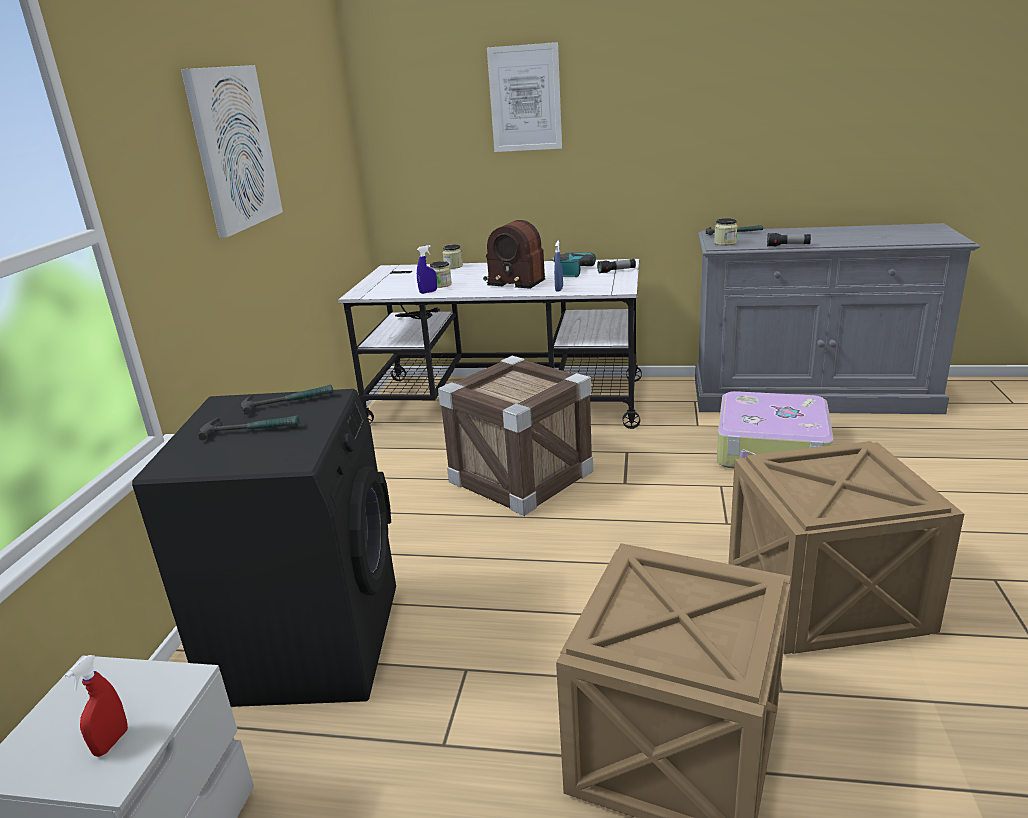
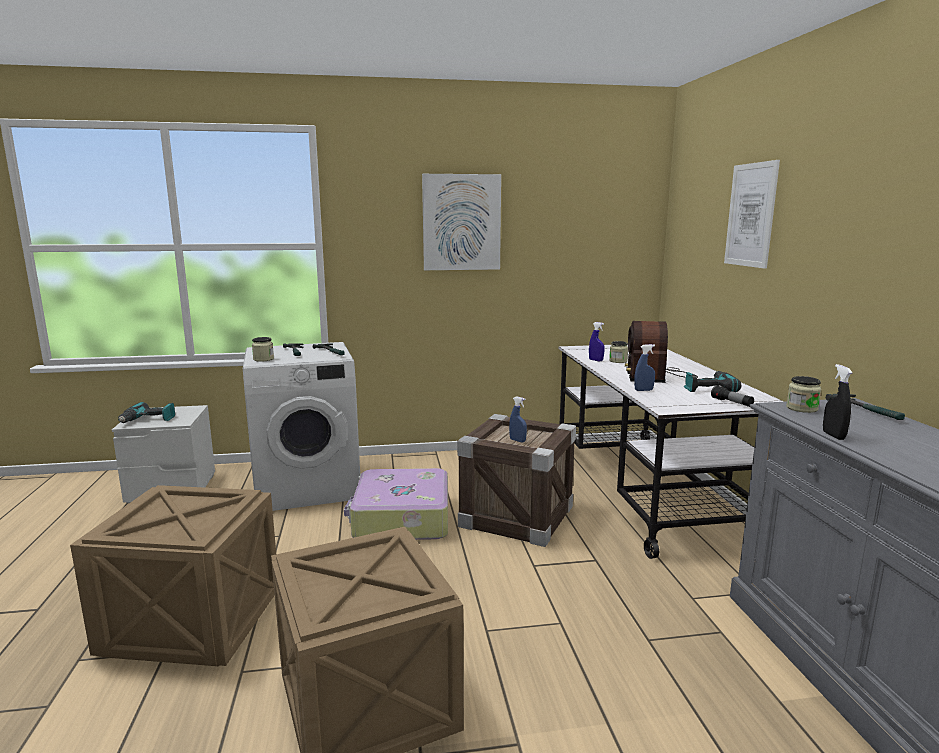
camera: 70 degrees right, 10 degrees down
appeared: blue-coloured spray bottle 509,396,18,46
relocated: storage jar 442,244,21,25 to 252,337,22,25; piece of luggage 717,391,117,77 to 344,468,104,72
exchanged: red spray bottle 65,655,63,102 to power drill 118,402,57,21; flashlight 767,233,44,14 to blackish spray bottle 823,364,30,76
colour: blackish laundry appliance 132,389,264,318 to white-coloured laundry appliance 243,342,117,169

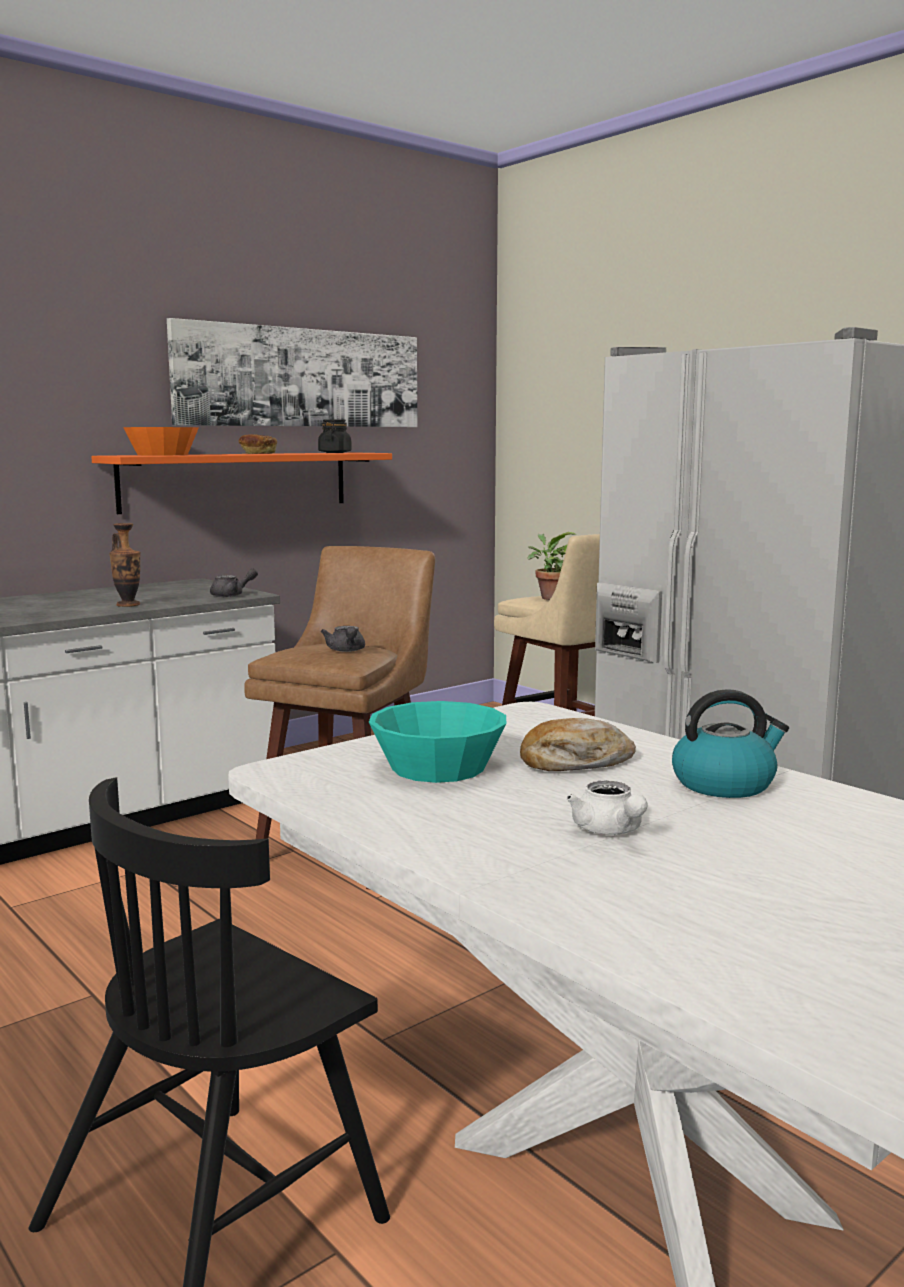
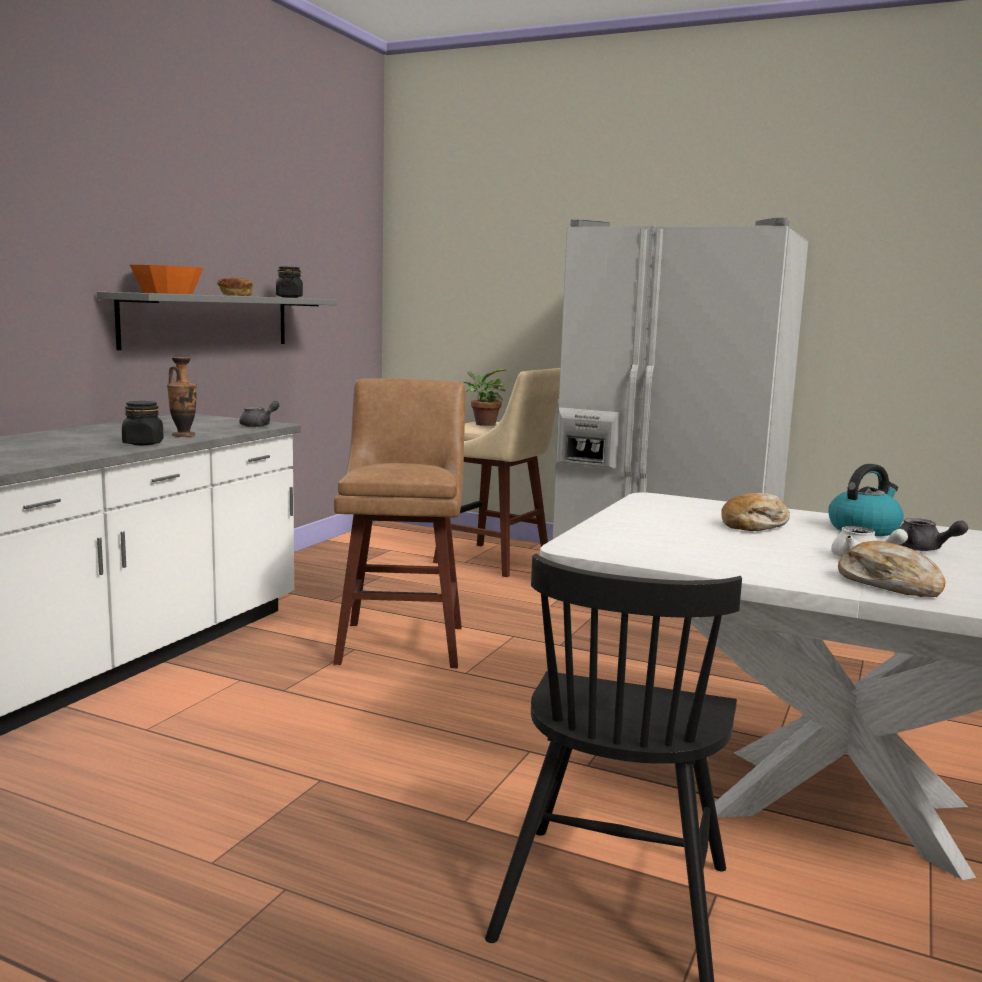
camera: 25 degrees left, 0 degrees up
missing: wall art 167,318,250,109; turquoise deep dish 369,701,138,82
appeared: blackish storage jar 122,401,42,44; bread 838,541,108,56
relocated: gray tea pot 321,626,44,26 to 898,518,70,33
colour: orange wall shelf 91,453,301,61 to gray wall shelf 97,292,241,58

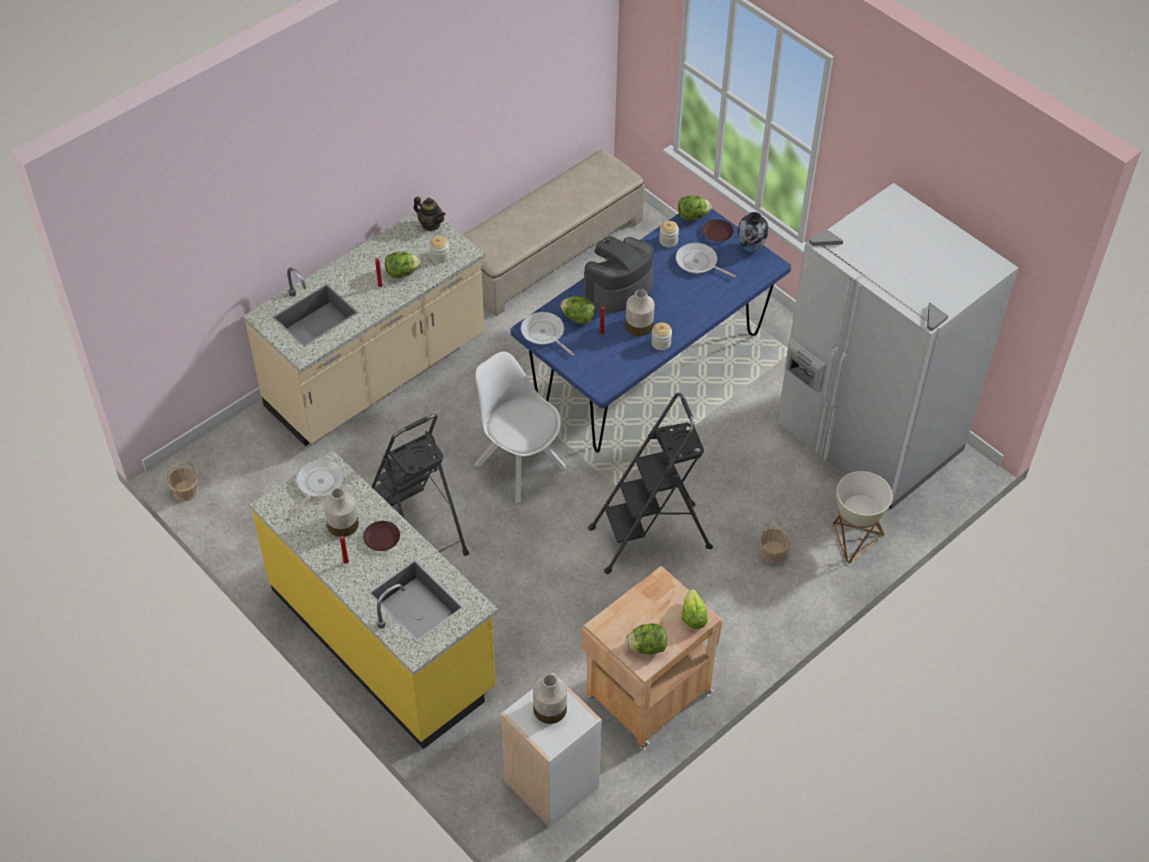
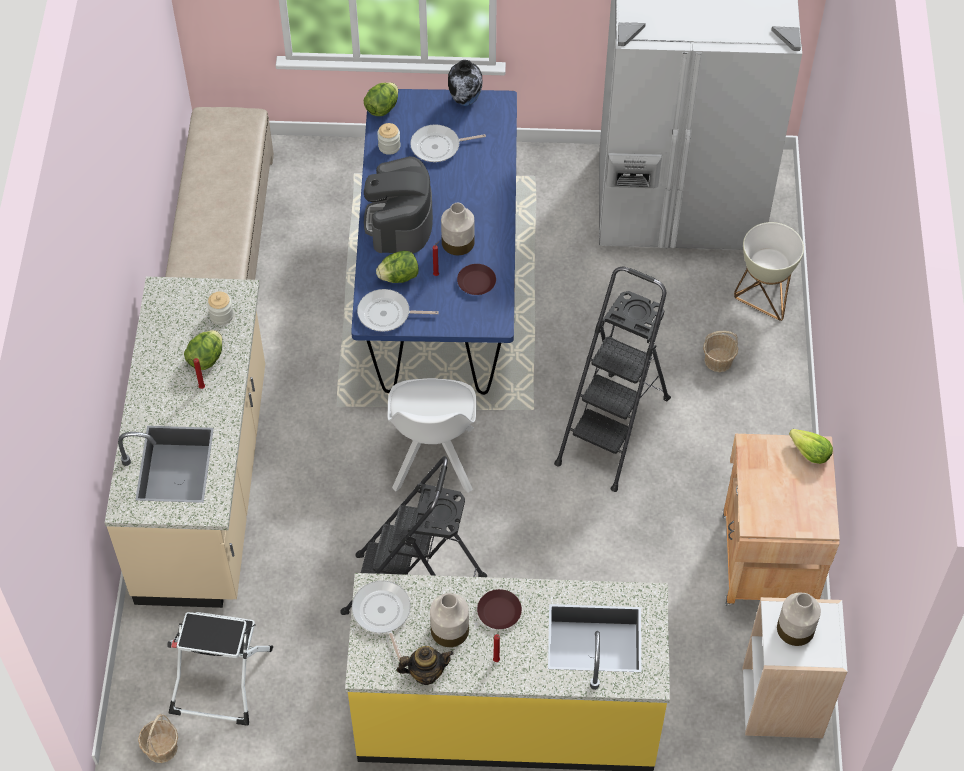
camera: 45 degrees left, 5 degrees up
missing: head of lettuce 625,624,42,31; storage jar 651,322,21,28
appeared: step ladder 167,612,106,114
relocated: tea pot 414,196,32,35 to 397,646,57,39; brown dinner plate 702,219,32,23 to 457,264,39,31
spun: white-coloured chair 475,352,91,150 = 387,378,90,115 90 degrees counterclockwise

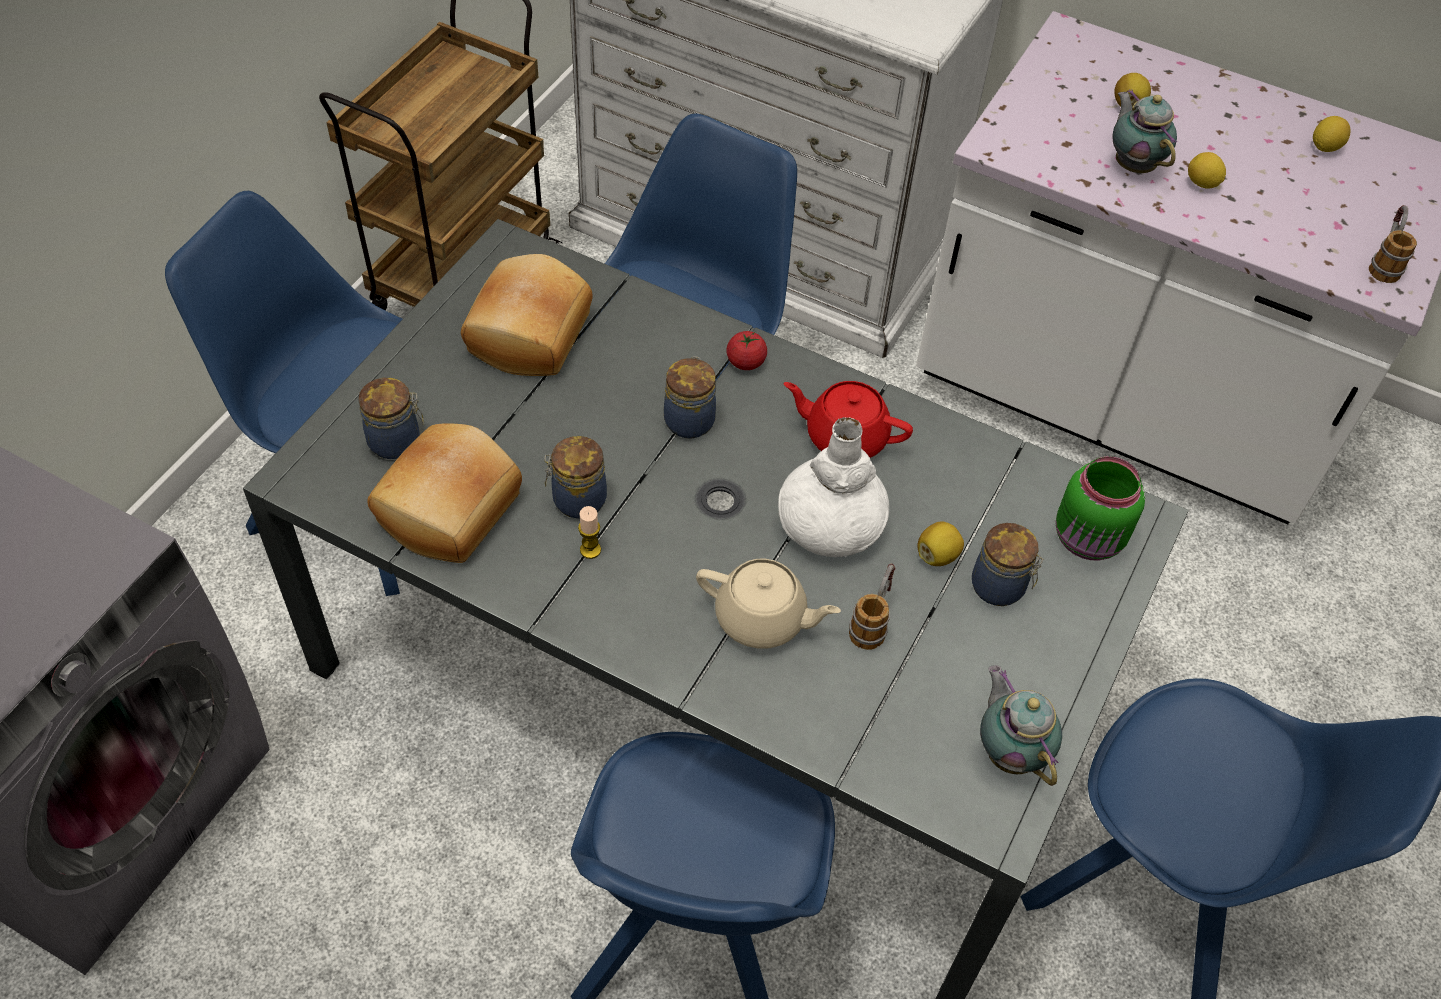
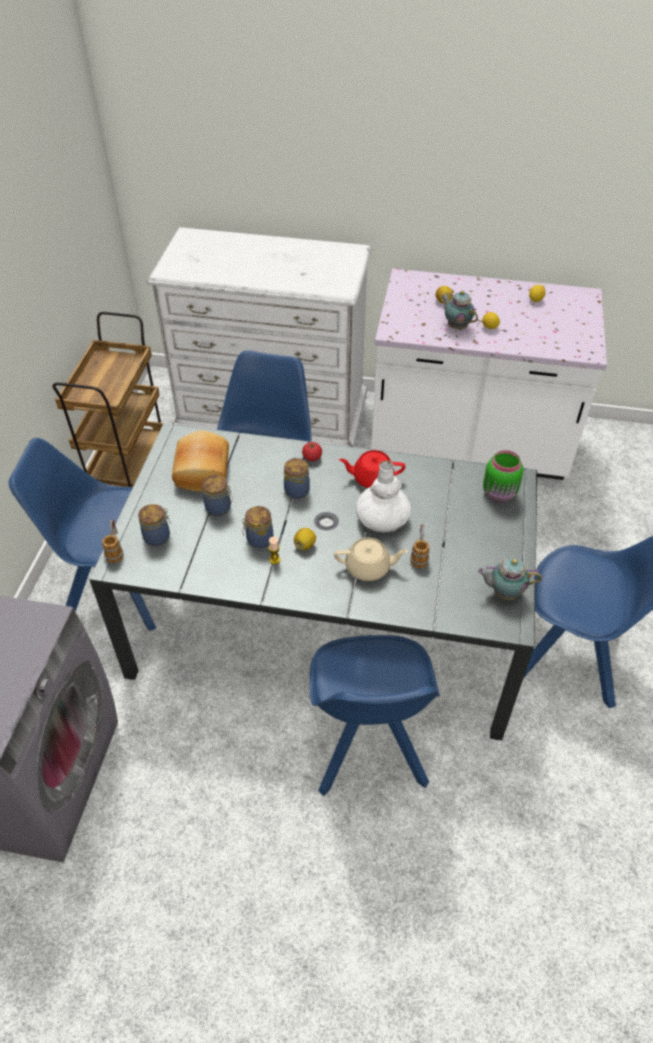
camera: 15 degrees left, 5 degrees down
missing: bread 368,423,154,140
relocated: whole lemon 917,521,47,45 to 294,528,22,22; storage jar 972,523,71,83 to 202,475,31,41; mug 1369,205,48,78 to 102,519,22,44
spun: tea pot 980,665,82,121 = 477,557,65,43 45 degrees counterclockwise

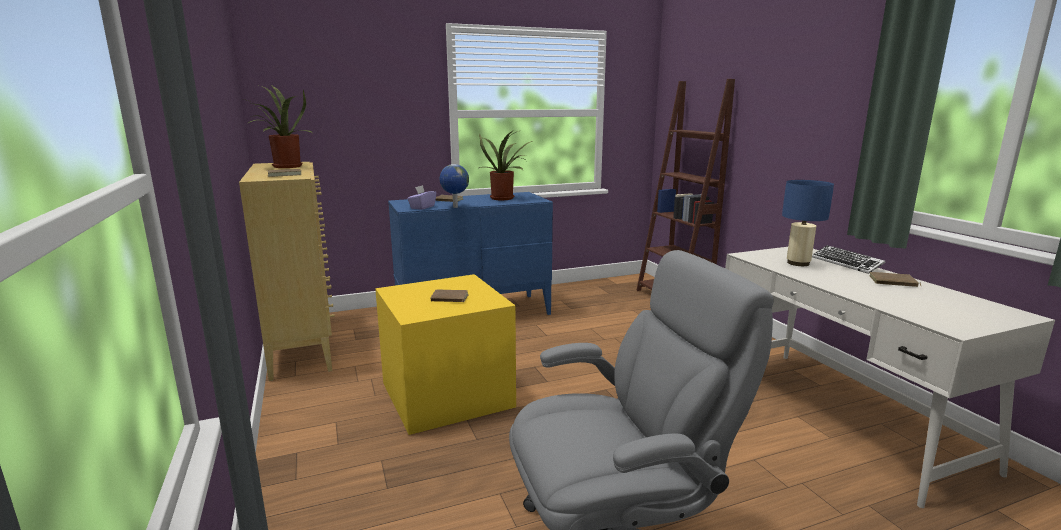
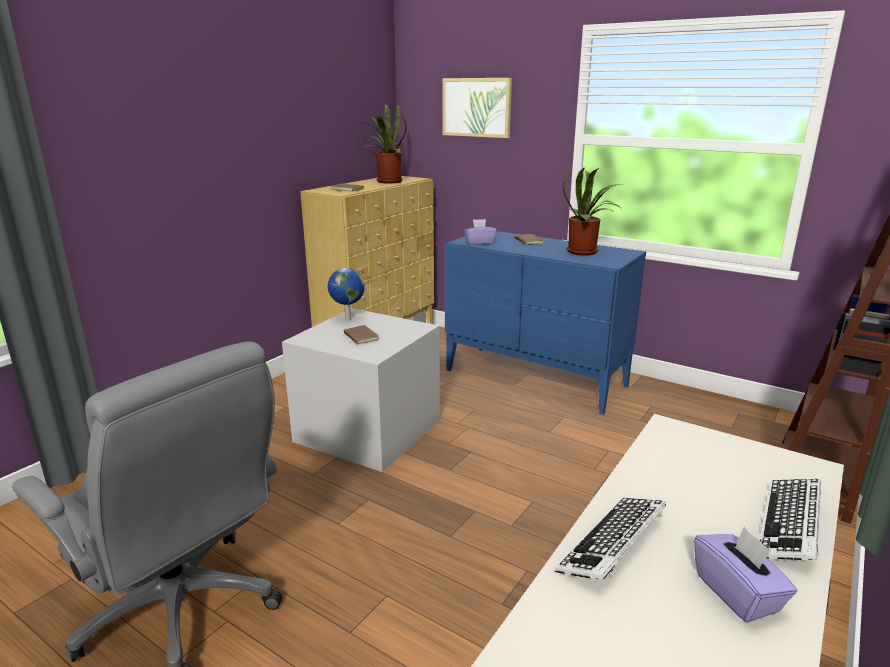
camera: 55 degrees right, 5 degrees up
missing: blue-coloured table lamp 782,180,52,86
appeared: wall art 443,78,69,60; keyboard 555,498,111,83
relocated: desk globe 440,164,29,44 to 328,268,37,53
exchanged: brown book 869,272,52,15 to purple tissue holder 694,527,103,95
colour: yellowish storage box 375,274,141,161 to gray storage box 282,308,158,164

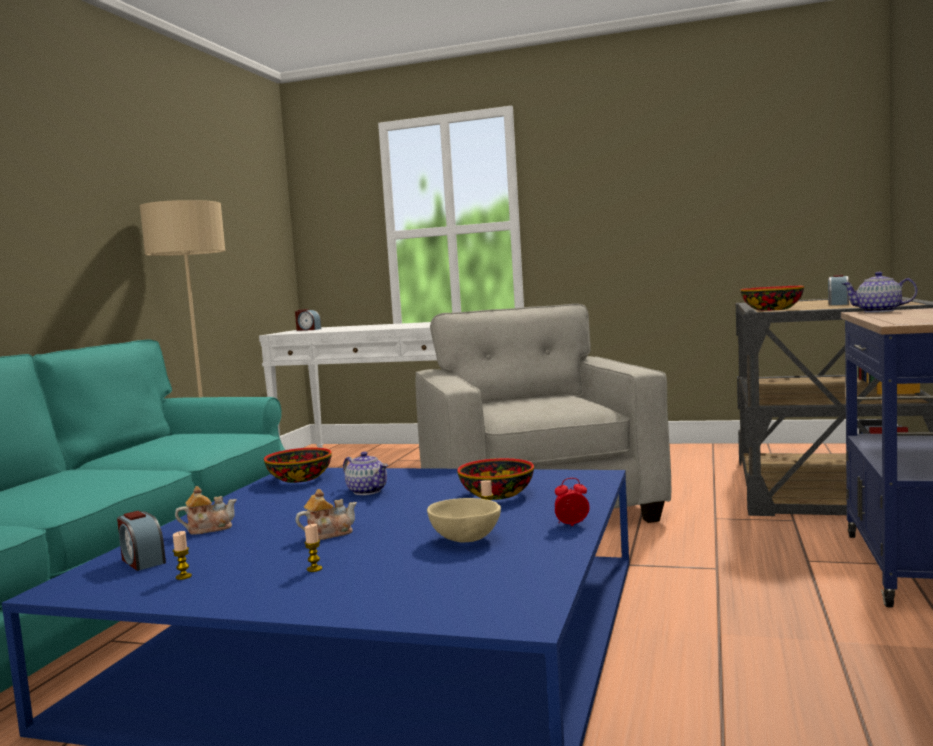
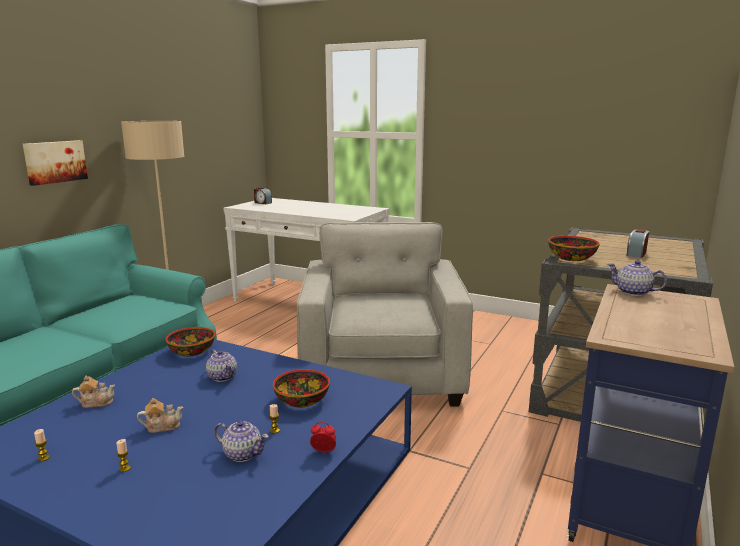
camera: 10 degrees right, 10 degrees up
missing: table clock 117,511,49,60
appeared: wall art 23,140,65,46
exchanged: sand-coloured deep dish 427,498,74,44 to tea pot 214,421,55,41

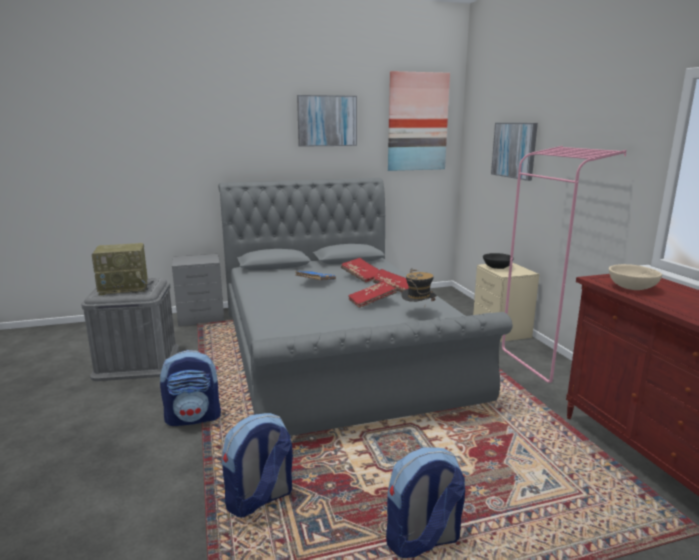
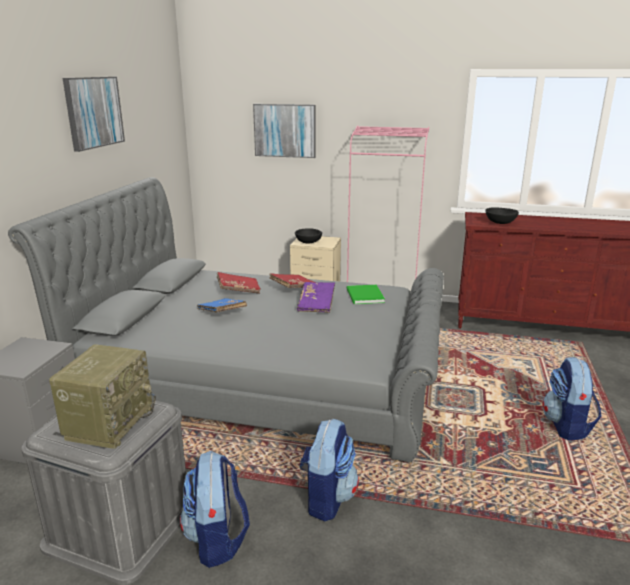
camera: 60 degrees left, 5 degrees up
missing: wall art 388,71,62,100
relocated: backpack 222,413,71,105 to 180,451,70,117
exchanged: hat 401,268,36,34 to greenish book 347,285,38,19
colour: red book 348,281,49,27 to purple book 297,282,38,31; sand-coloured deep dish 609,264,53,26 to blackish deep dish 485,207,34,17

